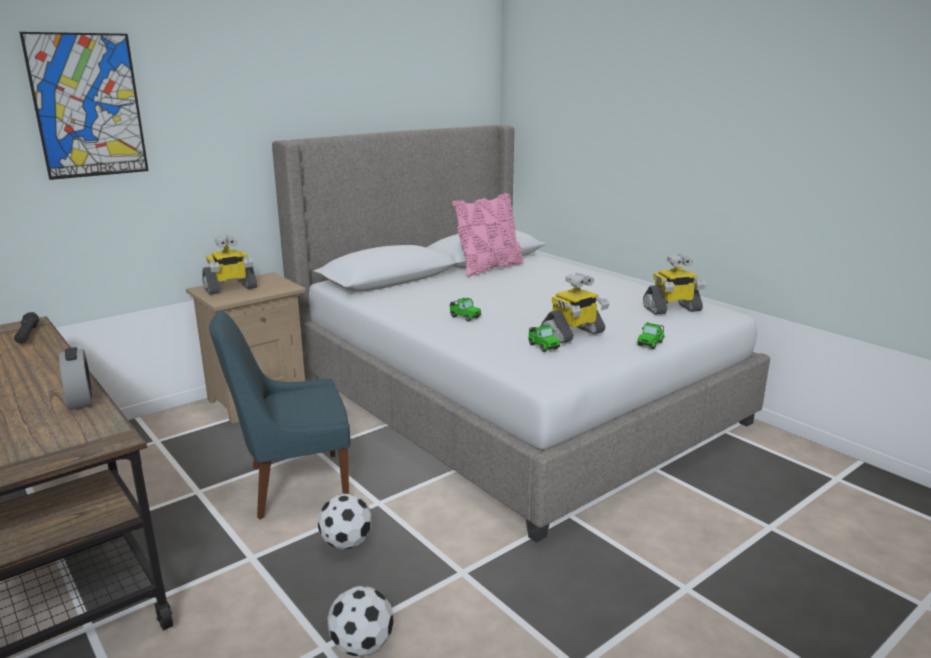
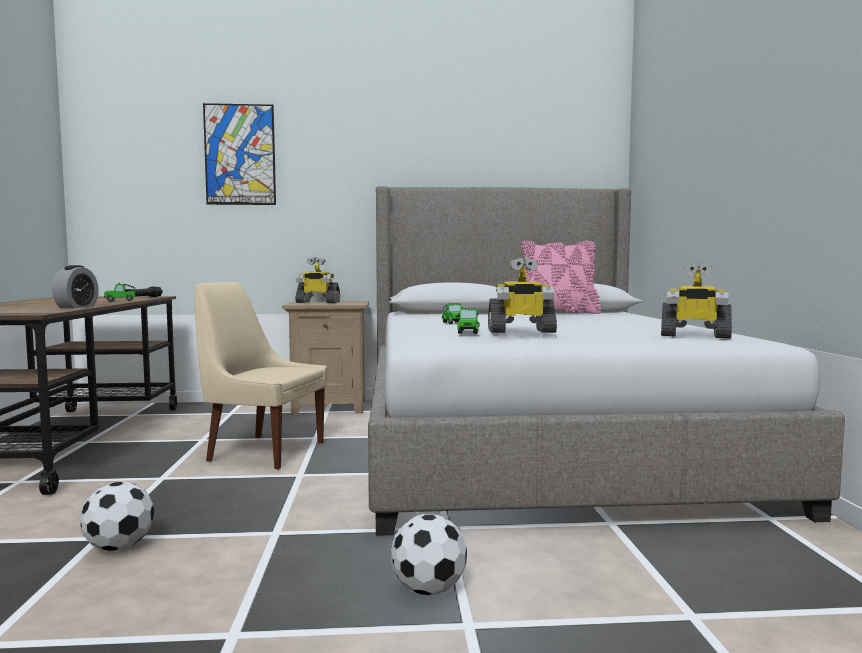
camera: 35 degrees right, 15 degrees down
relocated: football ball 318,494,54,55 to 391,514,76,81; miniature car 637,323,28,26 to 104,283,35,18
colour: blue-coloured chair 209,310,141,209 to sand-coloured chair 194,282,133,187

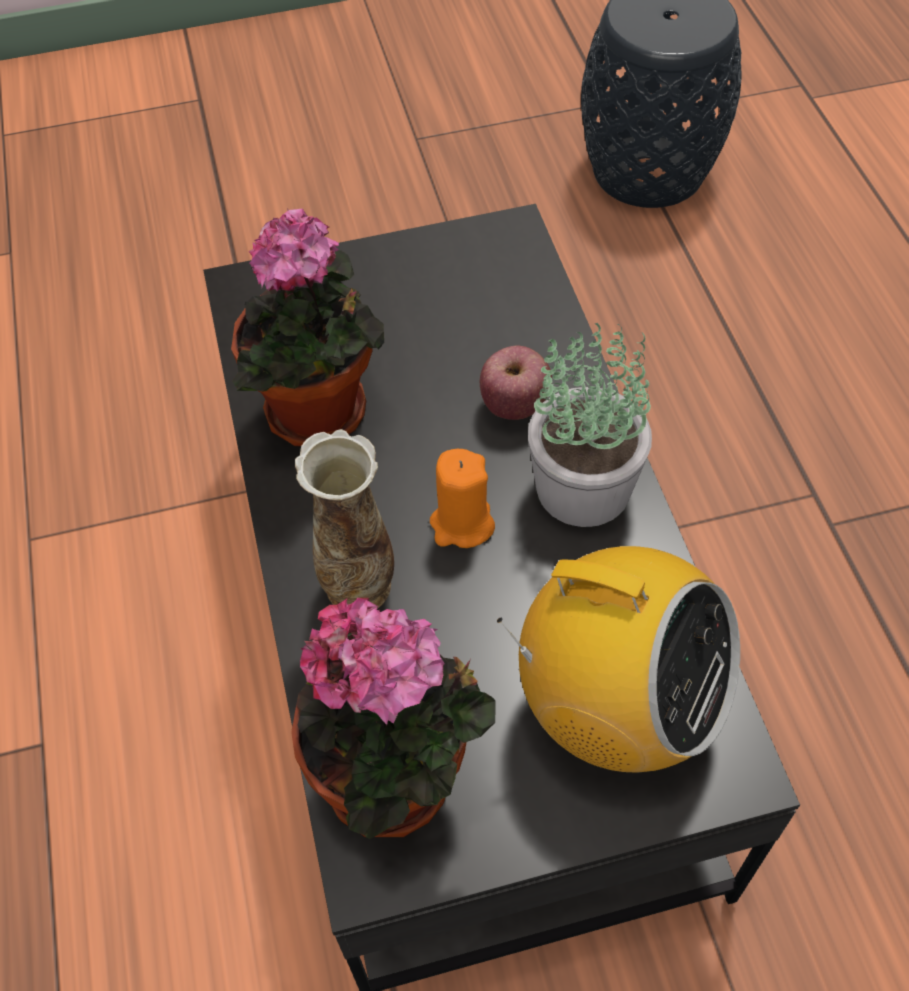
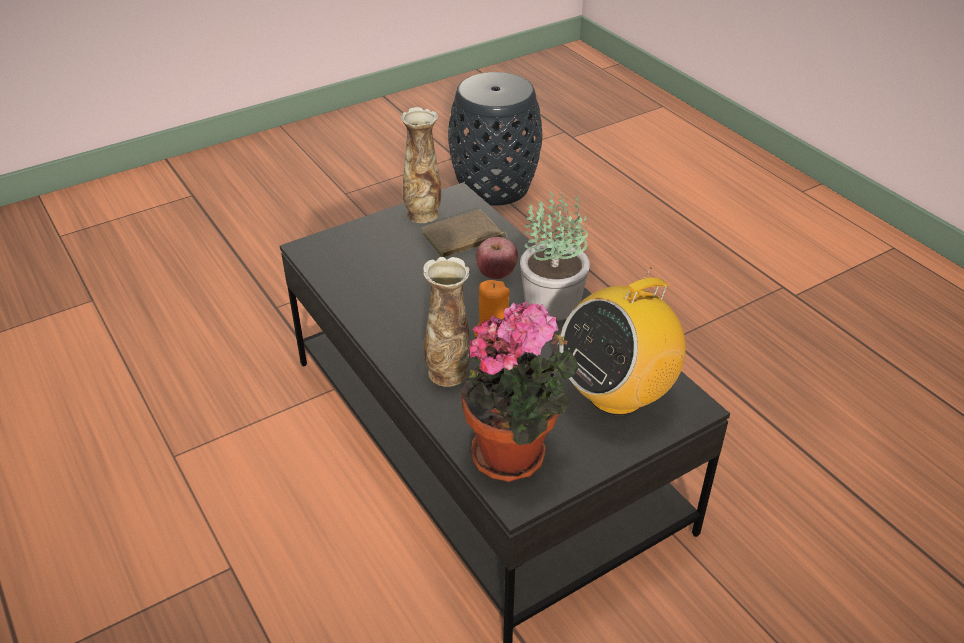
camera: 20 degrees left, 15 degrees down
missing: potted plant 231,208,153,239
appeared: flower vase 400,107,41,116; brown book 422,209,87,48
spun: radio 497,546,243,226 = 559,267,127,148 135 degrees clockwise

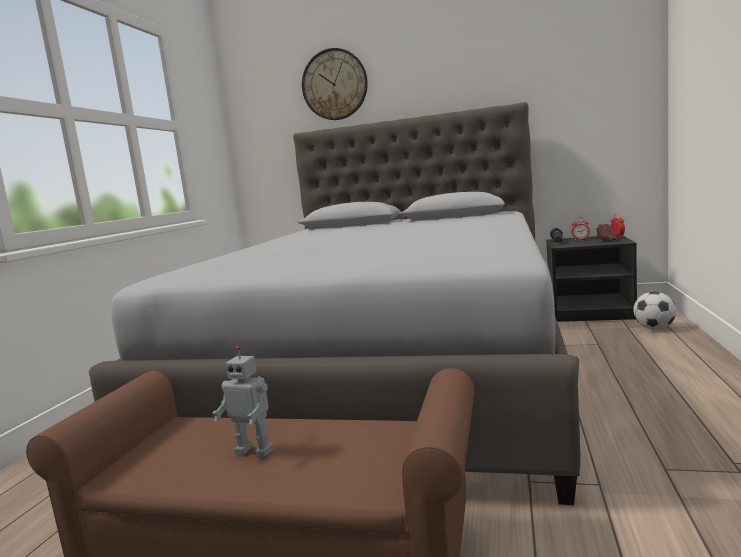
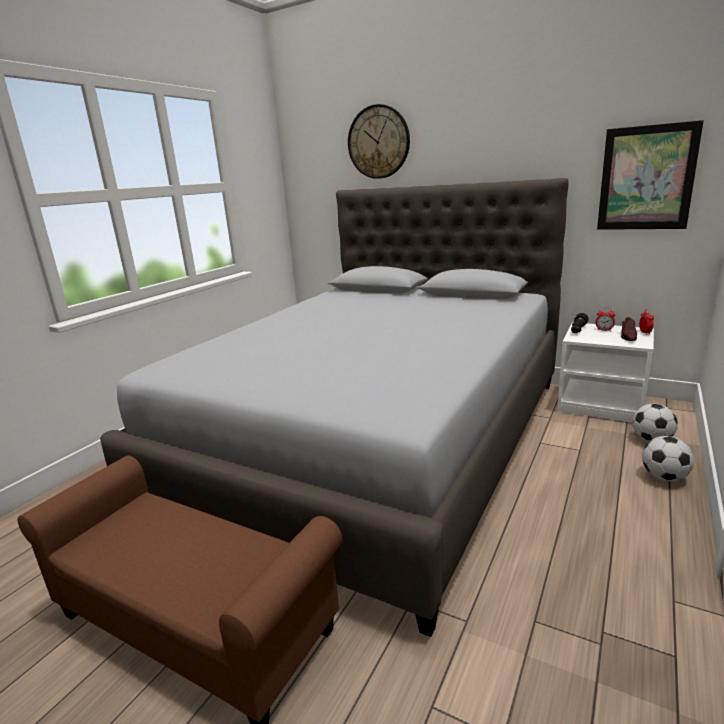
camera: 15 degrees right, 10 degrees up
missing: model robot 213,346,60,111
appeared: wall art 597,120,107,110; football ball 642,436,52,45
colour: blackish bedside table 546,235,91,87 to white-coloured bedside table 557,322,97,100

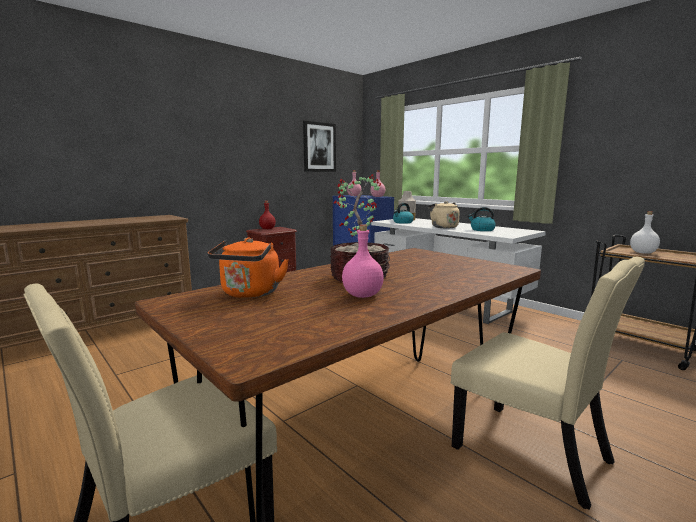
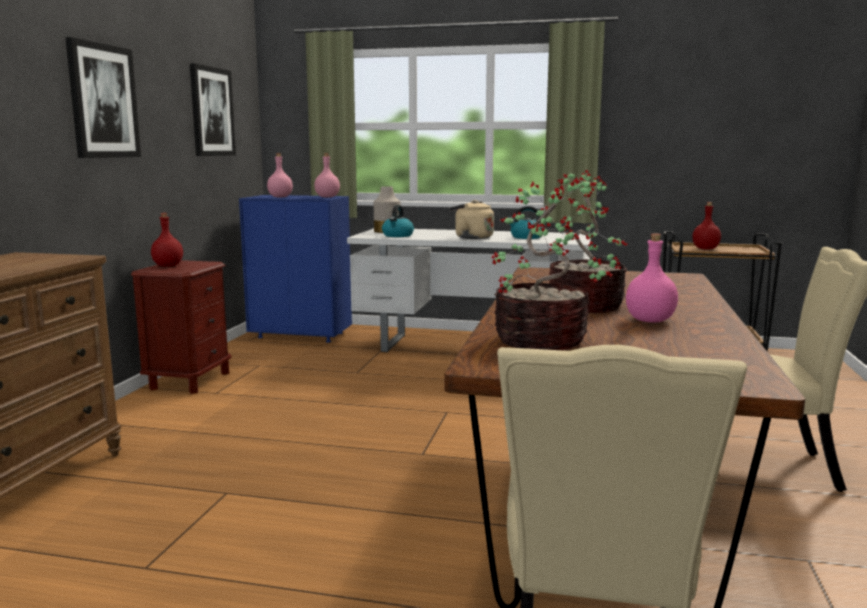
camera: 35 degrees left, 0 degrees up
appeared: wall art 65,37,76,121
exchanged: orange tea kettle 208,238,81,60 to potted plant 492,177,121,173
colour: white-coloured drink bottle 630,211,30,43 to red drink bottle 692,202,29,47

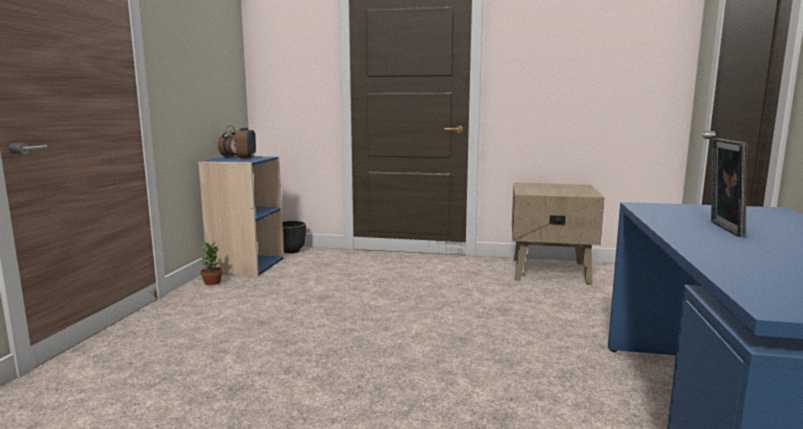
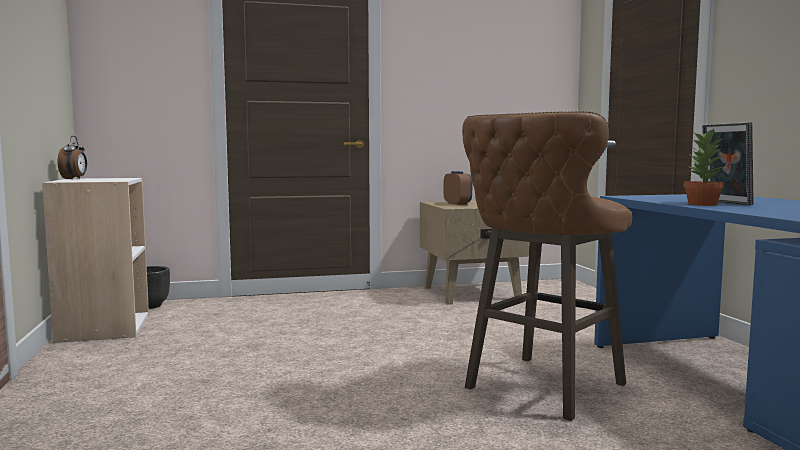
camera: 25 degrees left, 5 degrees down
appeared: brown sitting stool 462,111,170,310
relocated: potted plant 199,242,24,43 to 684,128,41,78; table clock 235,128,21,31 to 444,171,28,34
colour: blue-coloured bookshelf 198,156,86,121 to white-coloured bookshelf 42,178,107,165

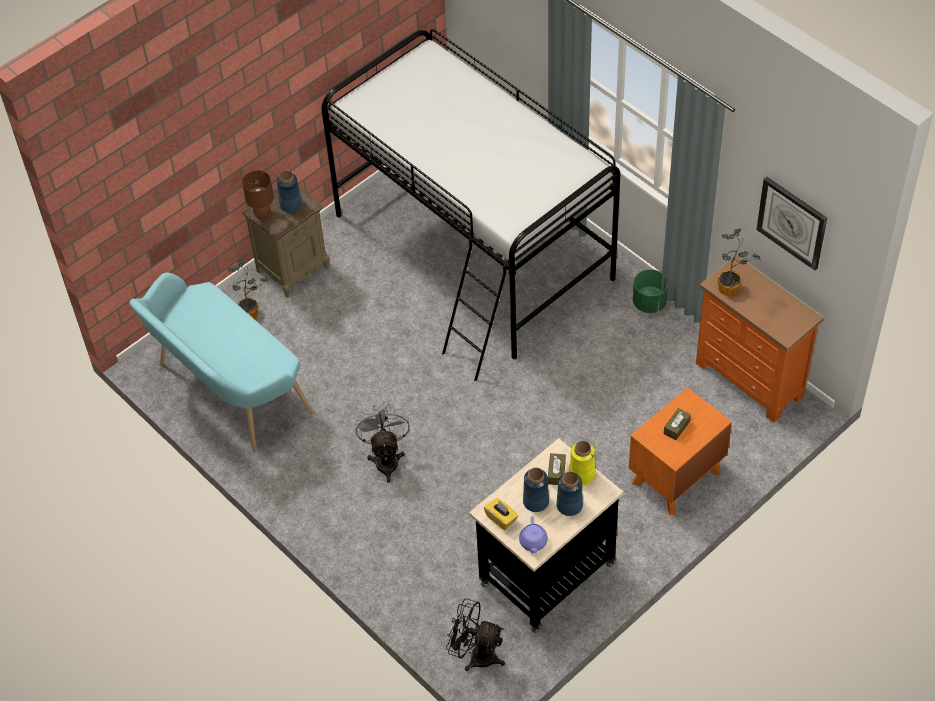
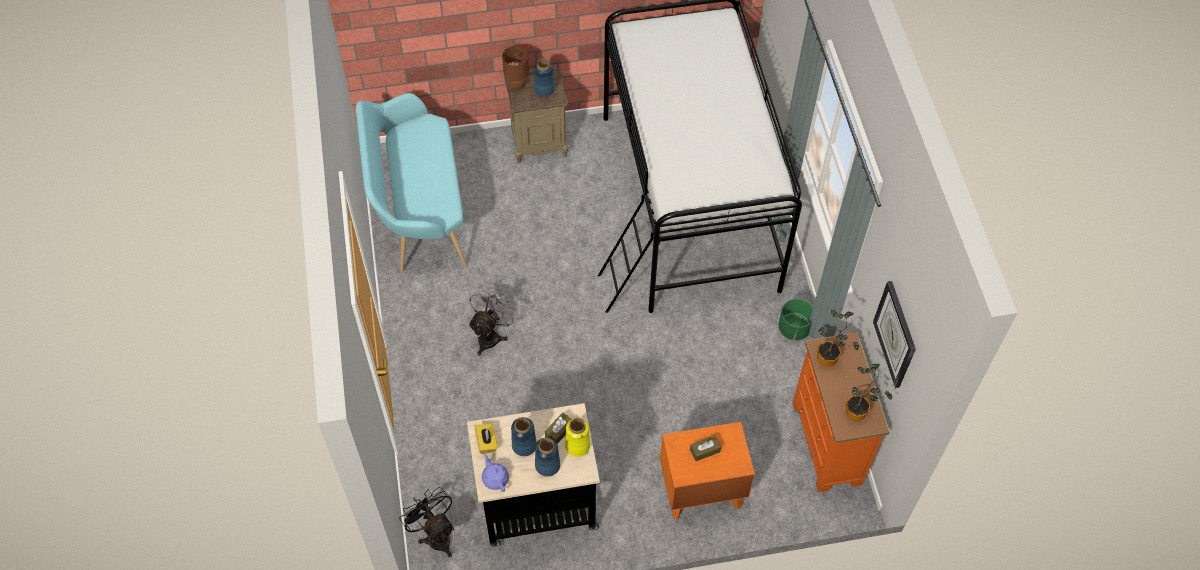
camera: 30 degrees right, 5 degrees up
relocated: potted plant 228,259,40,60 to 846,364,46,57
spun: purple tea pot 519,516,29,38 = 482,453,27,39 120 degrees clockwise

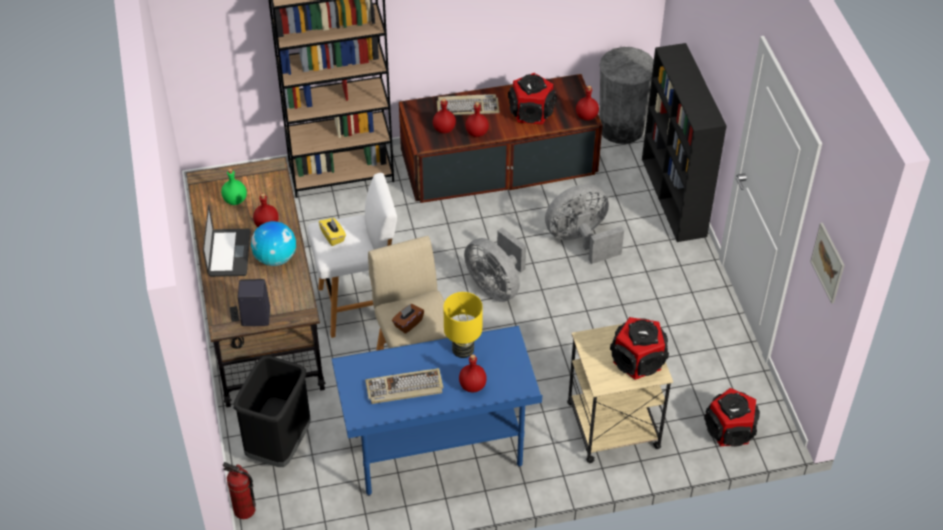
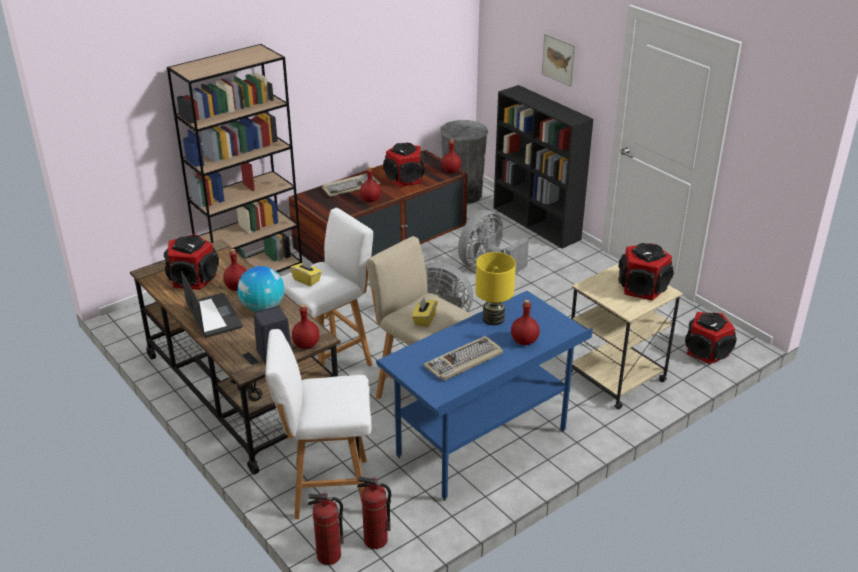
camera: 25 degrees left, 15 degrees down
appeared: fire-fighting cylinder 357,477,34,72
relocated: red drink bottle 433,99,23,35 to 292,304,28,45; wall art 810,223,34,81 to 542,33,34,54
exchanged: greenish drink bottle 221,168,26,37 to loudspeaker 164,234,55,56; blackish waste bin 234,356,76,111 to white-coloured sitting stool 266,329,105,190
colour: brown tissue holder 392,304,32,30 to yellowish tissue holder 412,298,25,29

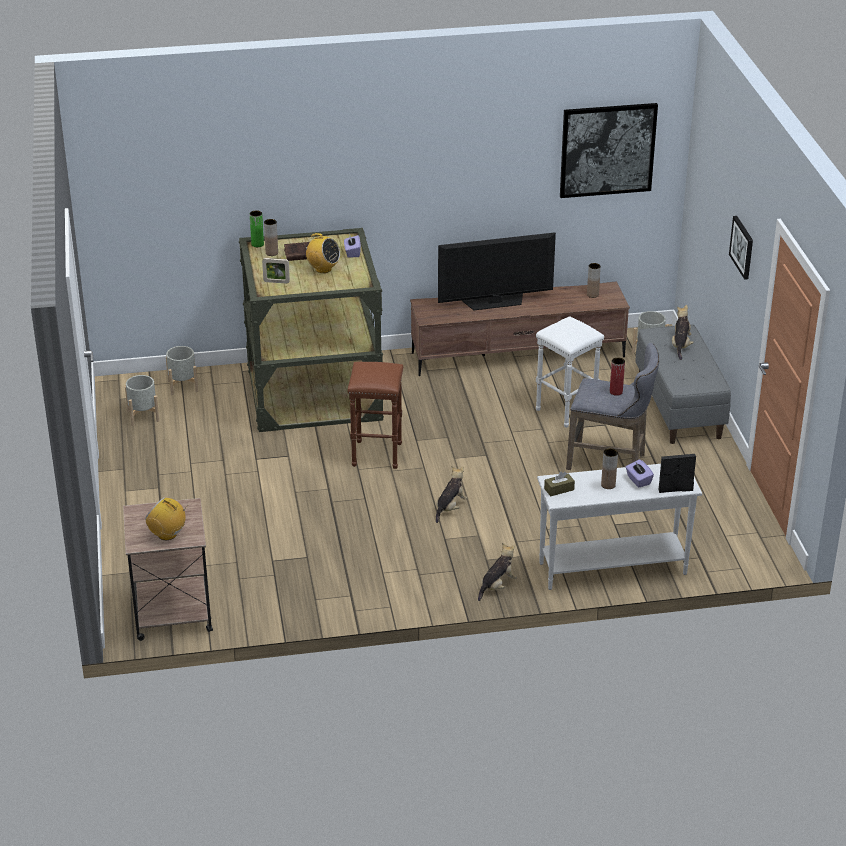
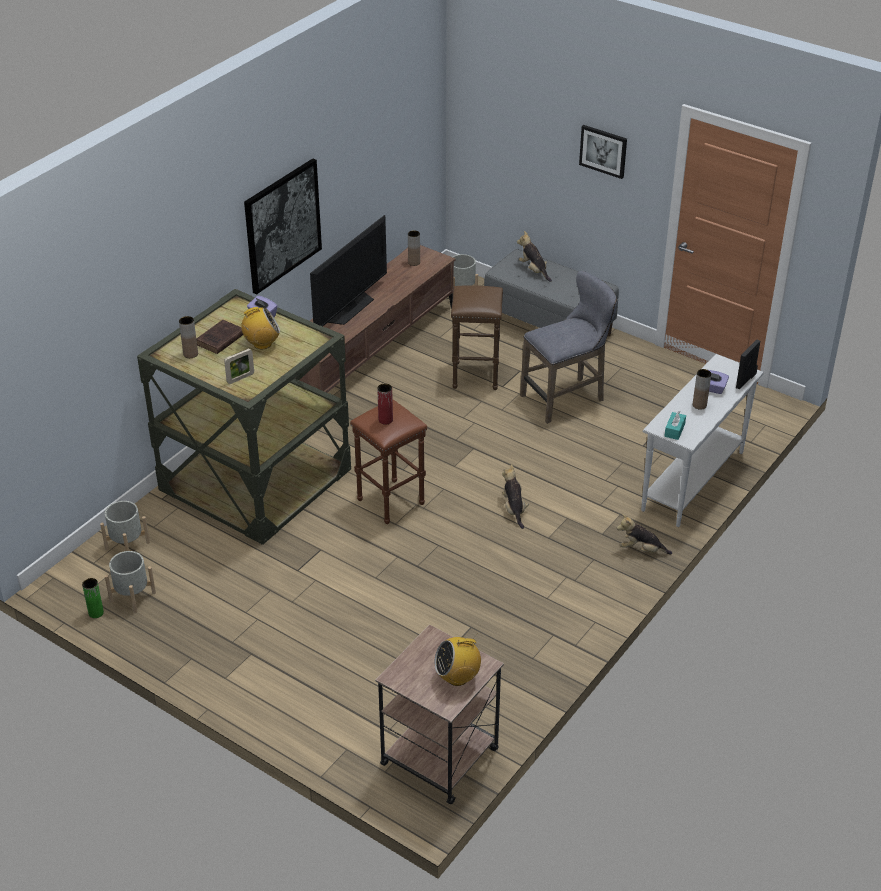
camera: 45 degrees left, 5 degrees up
relocated: greenish flower vase 250,210,14,37 to 82,578,22,40; wall art 560,103,98,95 to 244,158,78,136; red flower vase 610,357,15,39 to 377,384,16,41
colour: white-coloured sitting stool 536,316,68,112 to brown sitting stool 451,285,52,105; brown tissue holder 544,472,31,24 to turquoise tissue holder 664,411,22,29
spun: plush toy 478,543,39,58 = 617,514,55,40 75 degrees counterclockwise

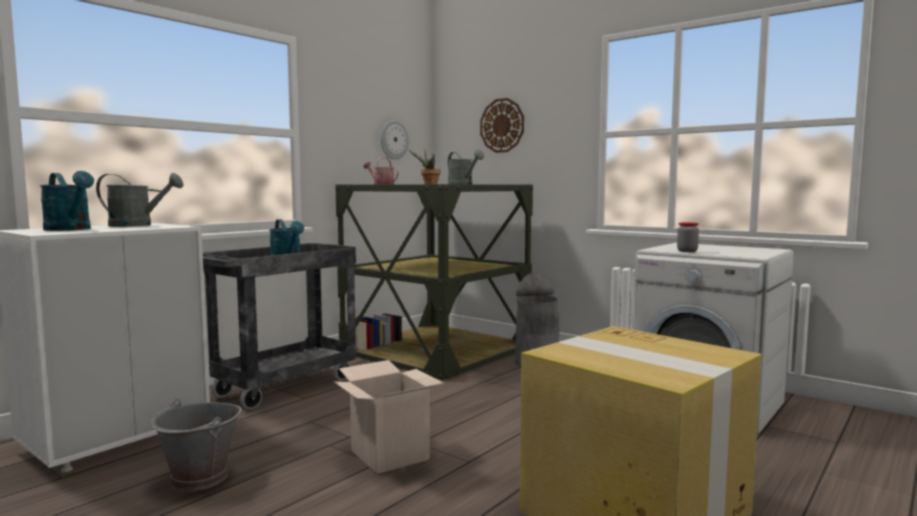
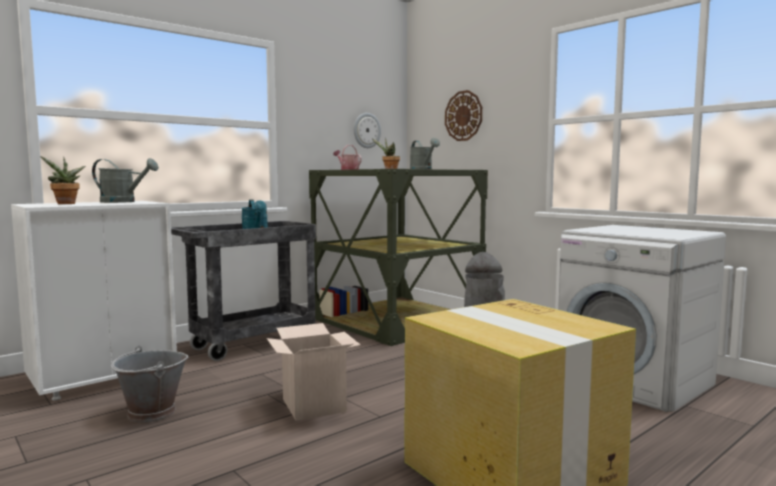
camera: 10 degrees right, 0 degrees up
missing: storage jar 677,222,22,30
exchanged: turquoise sprinkling can 40,171,54,60 to potted plant 40,156,45,48

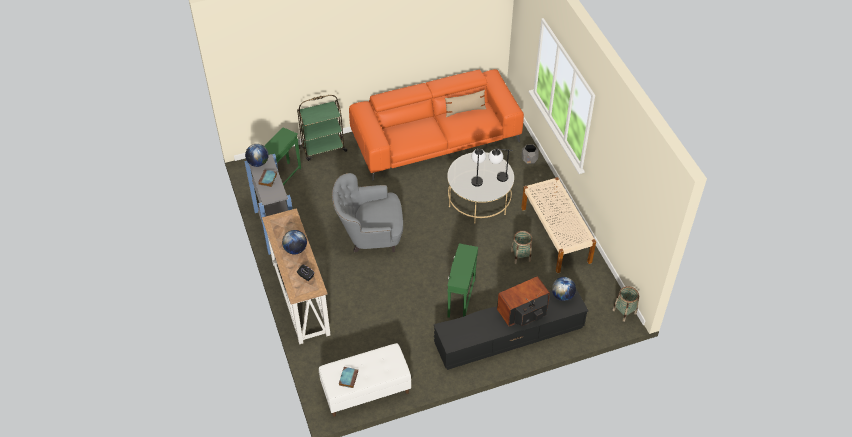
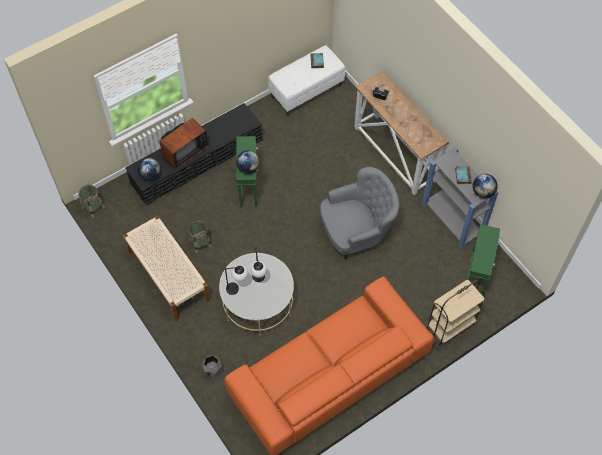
camera: 165 degrees right, 10 degrees up
missing: sand-coloured cushion 445,90,41,27
relocated: desk globe 282,230,25,25 to 236,150,24,24
colour: greenish trolley 297,95,50,66 to sand-coloured trolley 426,279,59,71

